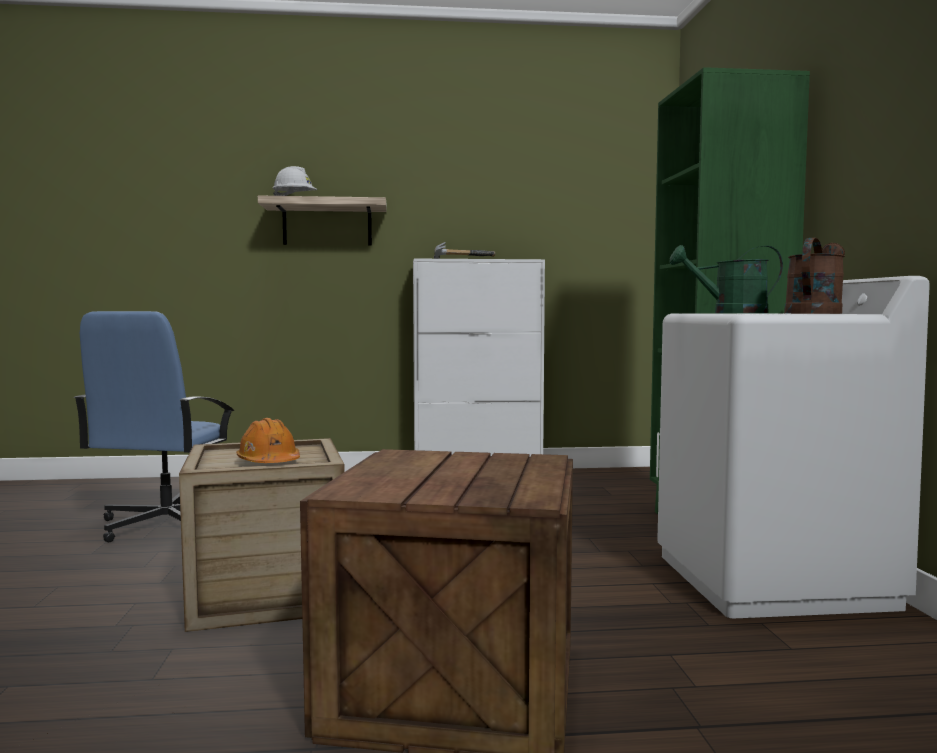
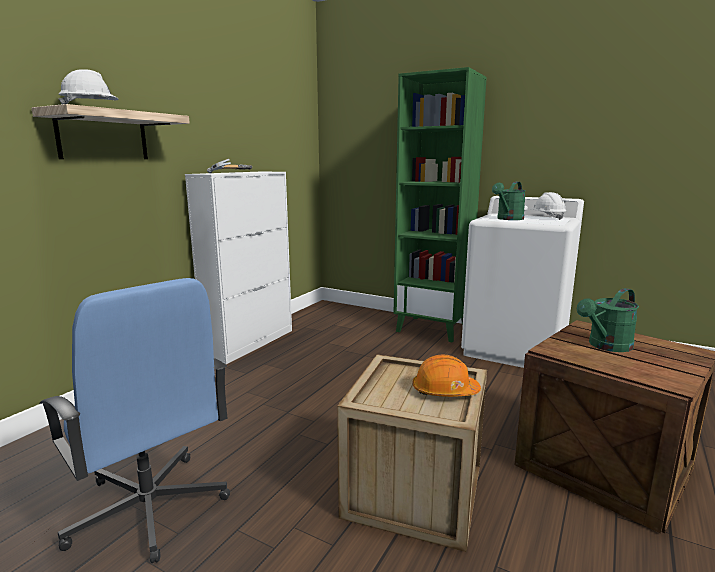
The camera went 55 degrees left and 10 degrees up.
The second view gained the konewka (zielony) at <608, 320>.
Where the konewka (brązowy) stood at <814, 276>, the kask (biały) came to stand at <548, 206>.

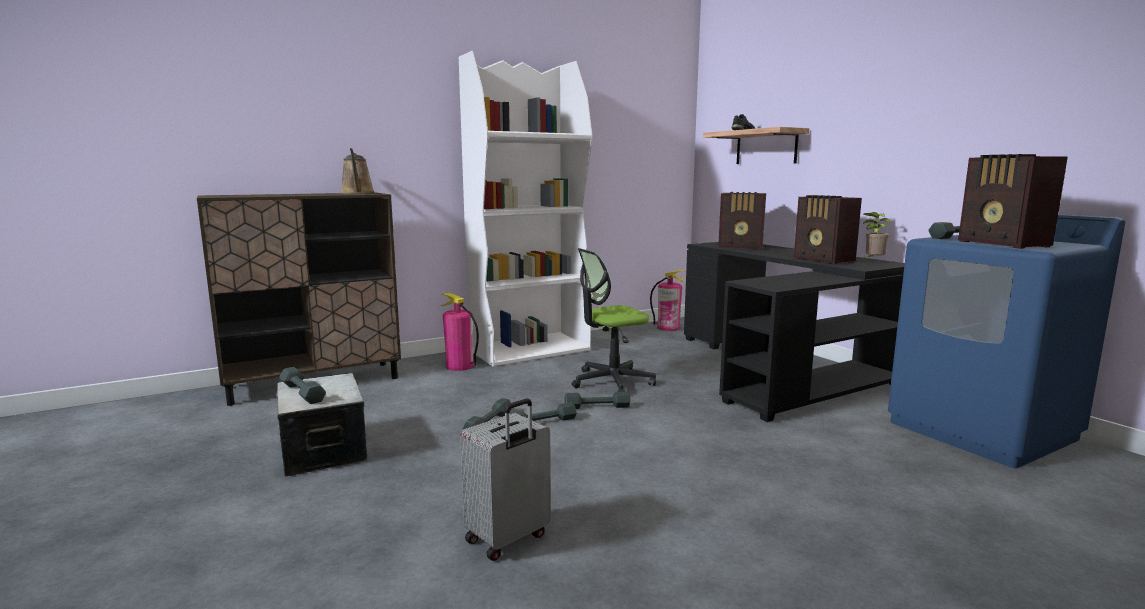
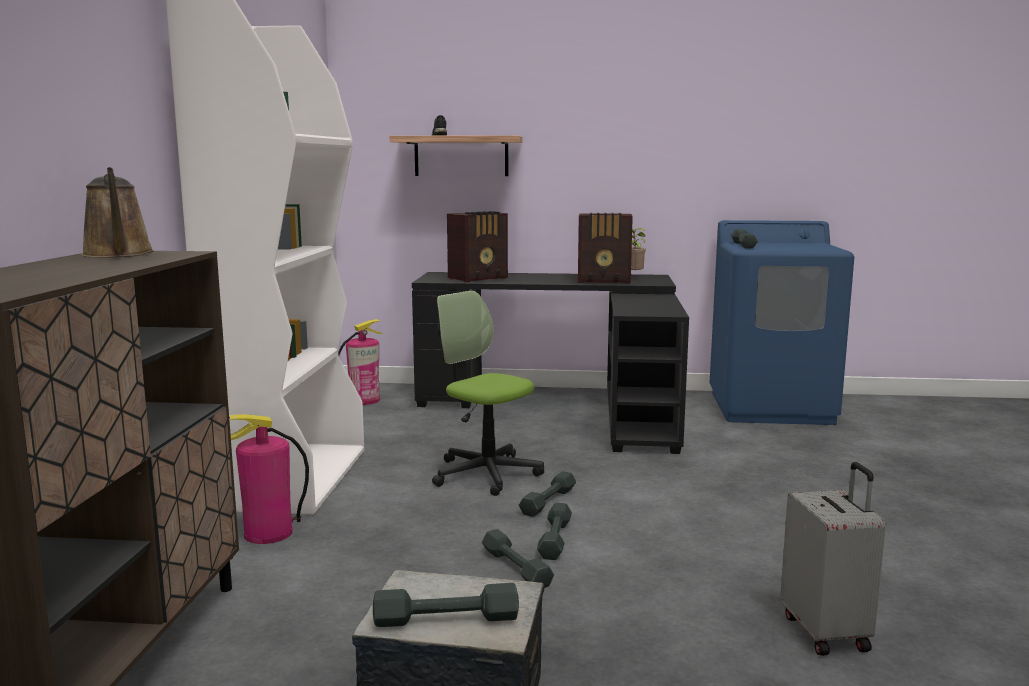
The camera went 55 degrees left and 0 degrees up.
The second view lost the radio at <1013, 201>.
The konewka (brązowy) at <357, 171> ended up facing another way, 45 degrees clockwise from before.
The krzesło biurowe at <614, 320> ended up facing another way, 120 degrees clockwise from before.

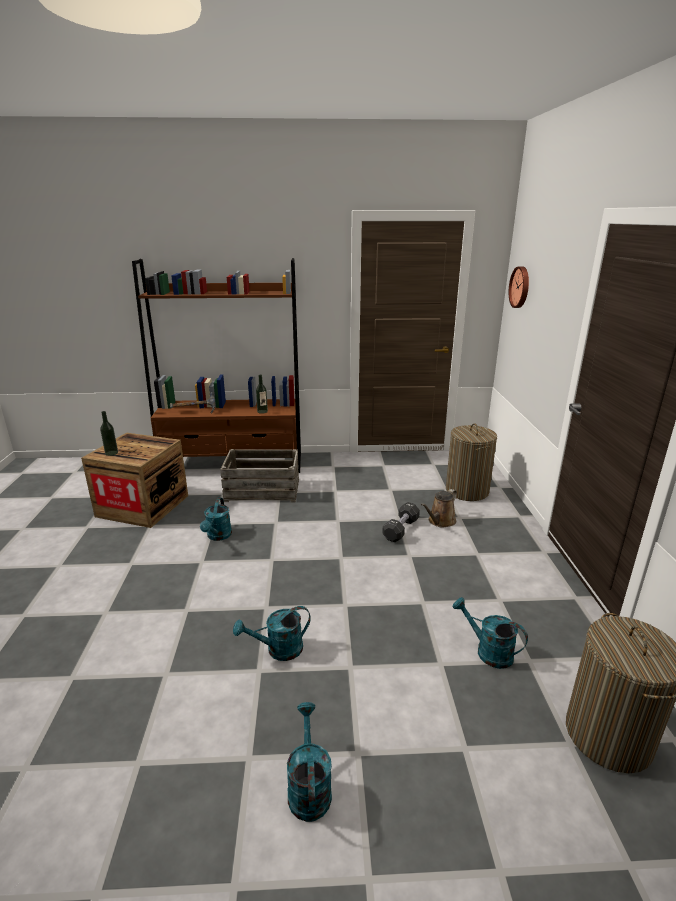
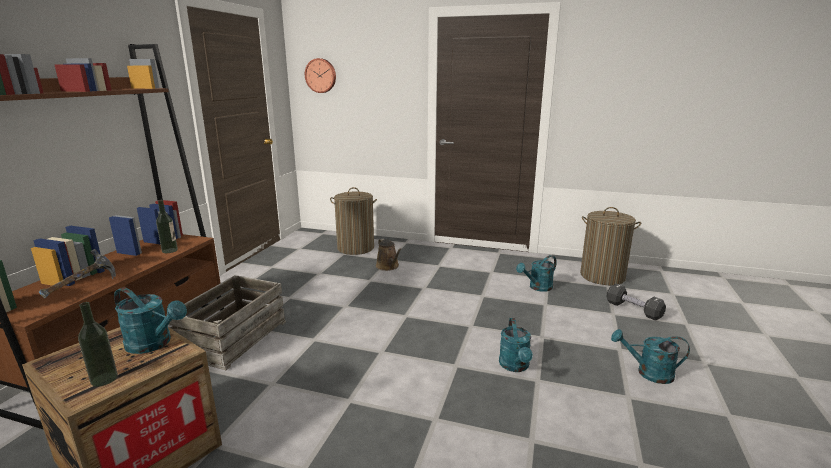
The camera went 70 degrees left and 5 degrees down.
The konewka (turkusowy) ended up elsewhere, having gone from <216, 519> to <150, 320>.
The hantel (czarny) ended up elsewhere, having gone from <401, 522> to <636, 302>.

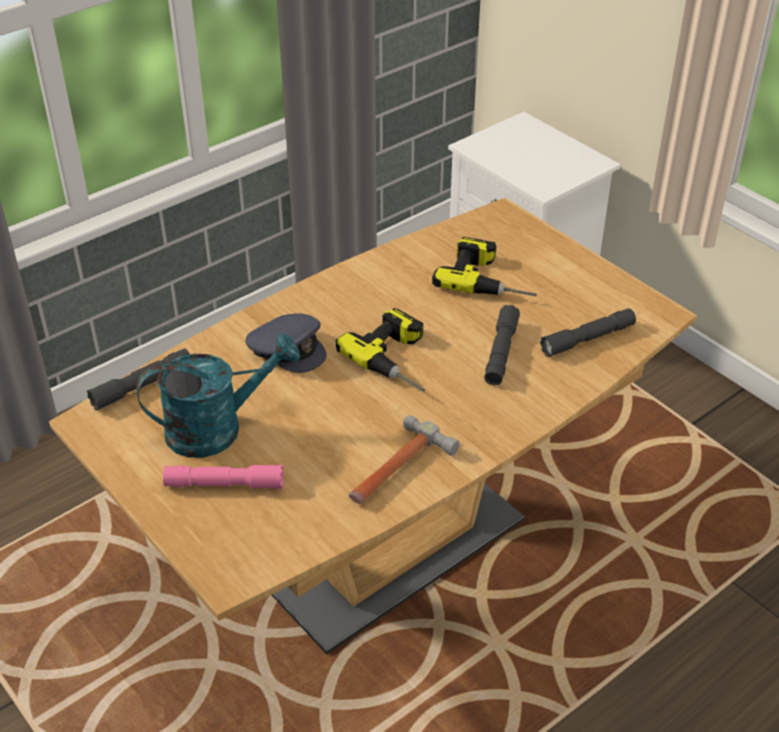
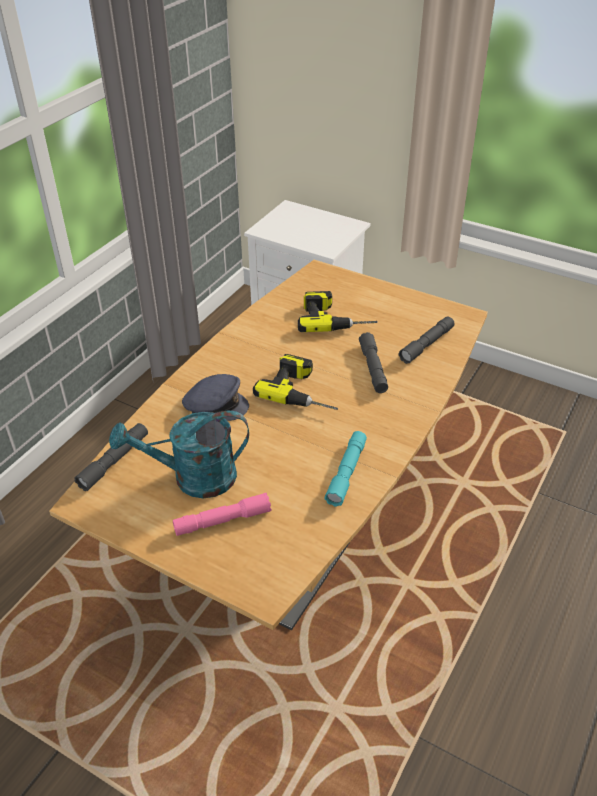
The camera went 20 degrees left and 0 degrees up.
Where the młotek stood at <404, 459>, the latarka (turkusowy) came to stand at <345, 469>.
The konewka (turkusowy) at <218, 396> ended up facing another way, 150 degrees counterclockwise from before.

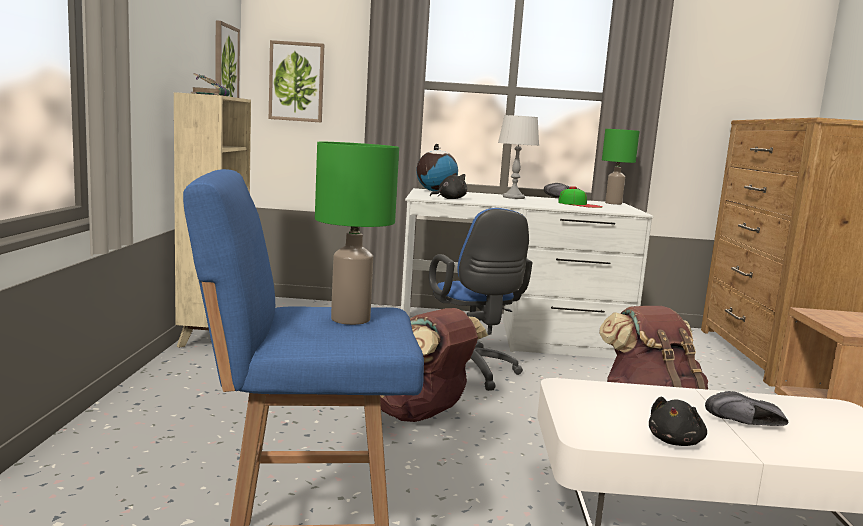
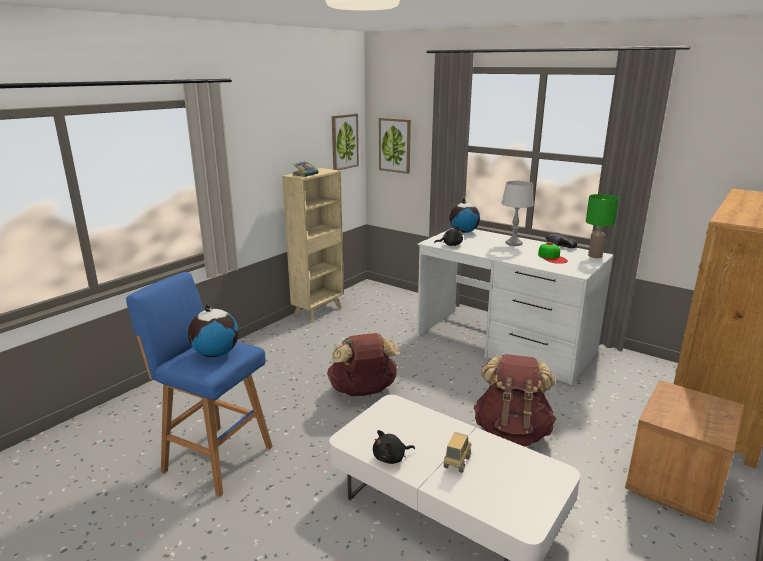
The camera went 35 degrees right and 10 degrees up.
The second view lost the krzesło biurowe (niebieski) at <480, 299>.
Where the lampa stołowa (zielony) stood at <357, 233>, the globus came to stand at <213, 330>.
Where the but (czarny) stood at <747, 408>, the ciężarówka zabawkowa came to stand at <457, 452>.

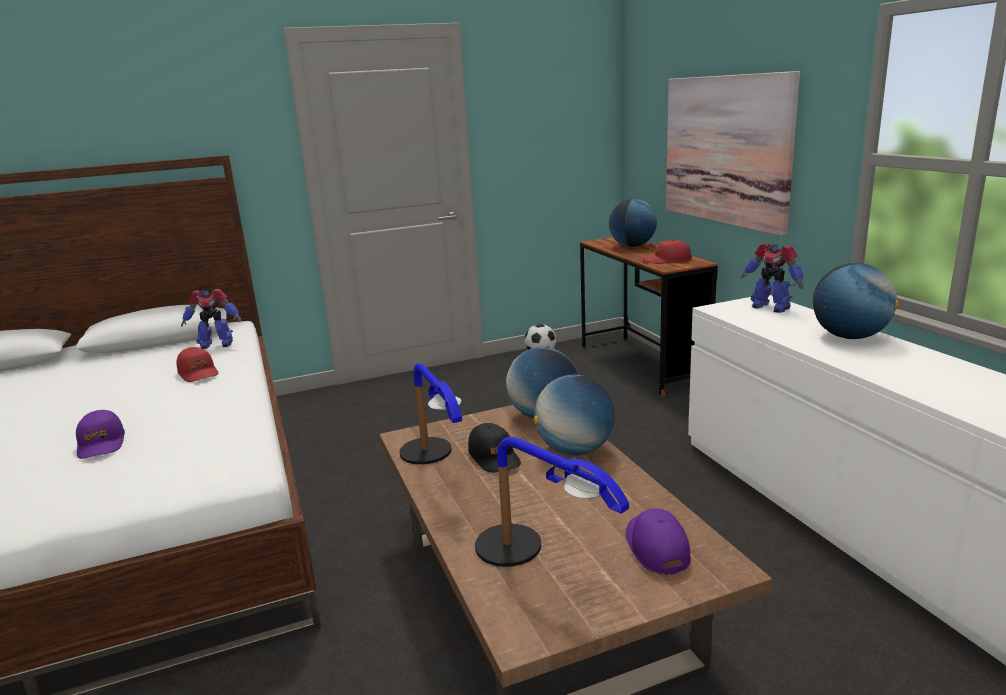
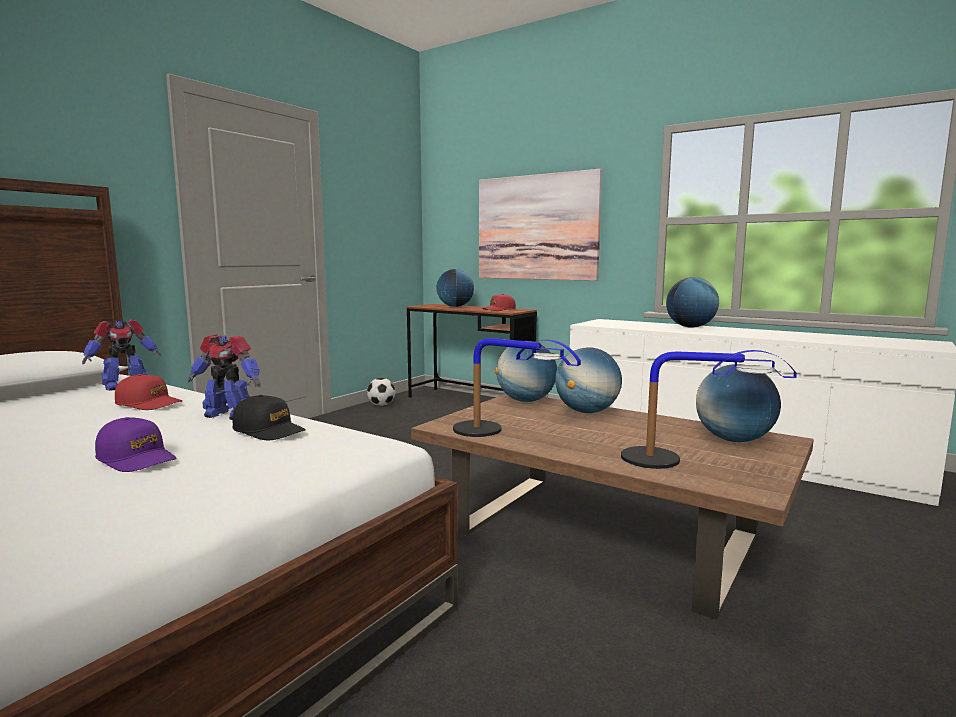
The camera went 35 degrees left and 10 degrees down.
The czapka z daszkiem (czarny) ended up elsewhere, having gone from <494, 448> to <269, 417>.
The robot zabawkowy ended up elsewhere, having gone from <772, 277> to <224, 377>.
Where the czapka z daszkiem (fioletowy) stood at <658, 542>, the globus came to stand at <738, 403>.

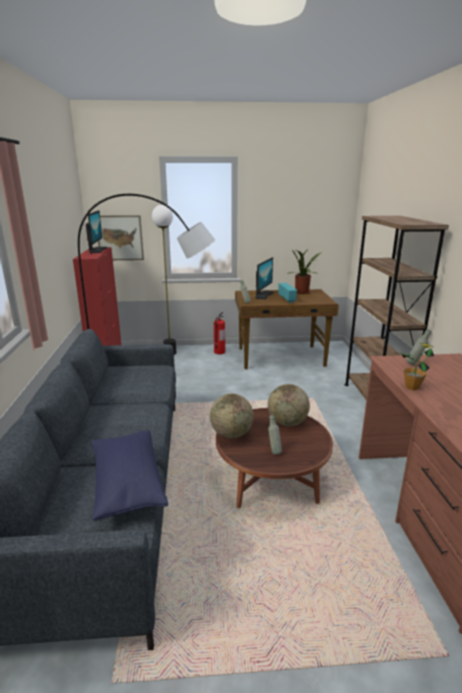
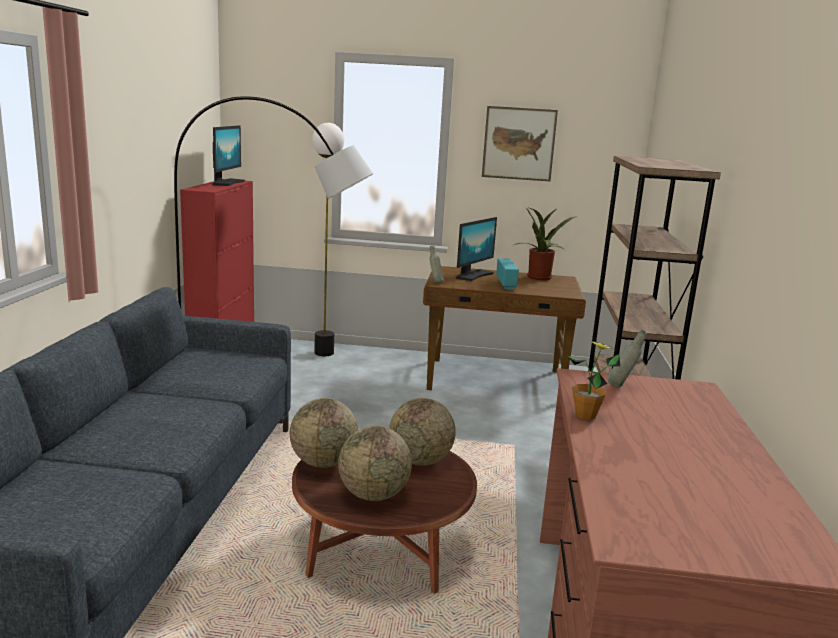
The camera went 10 degrees right and 5 degrees down.
The second view lost the poduszka (niebieski) at <129, 476>.
The second view lost the gaśnica at <219, 333>.
The obraz ended up elsewhere, having gone from <121, 237> to <520, 143>.
Where the butelka (szary) stood at <275, 434>, the globus came to stand at <375, 463>.

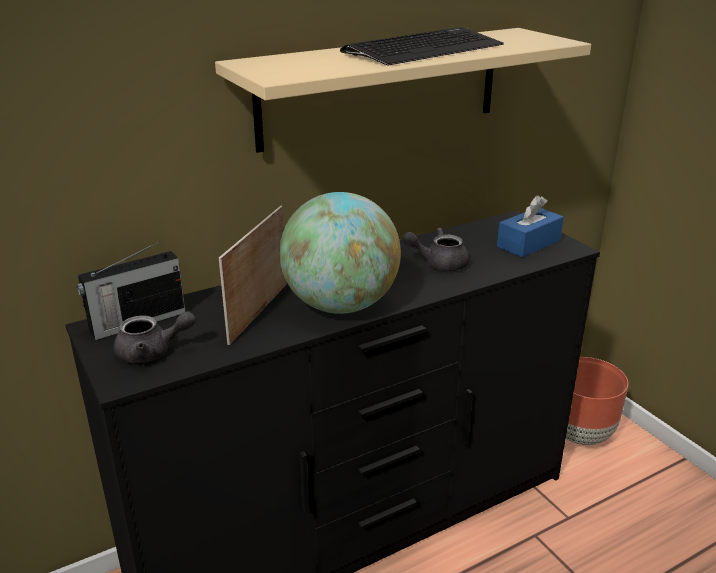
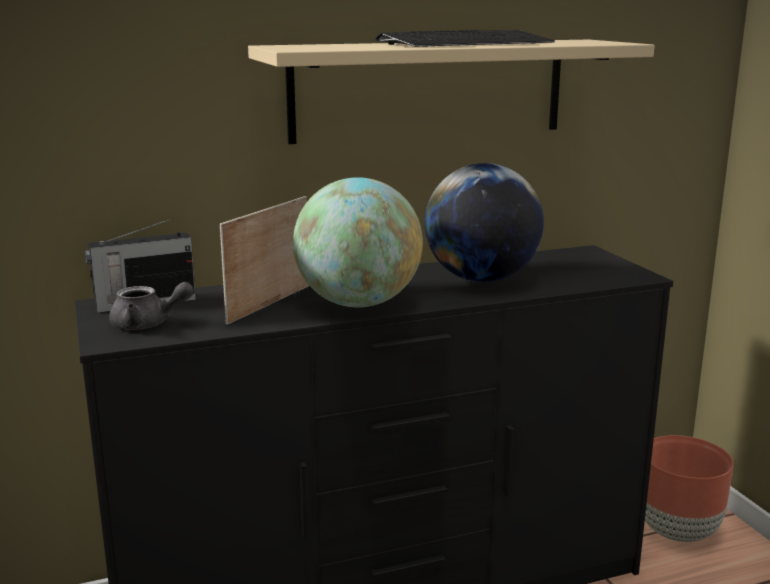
The camera went 10 degrees right and 10 degrees down.
The second view lost the pudełko chusteczek (niebieski) at <530, 226>.
Where the imbryk (szary) stood at <435, 249>, the globus came to stand at <484, 222>.

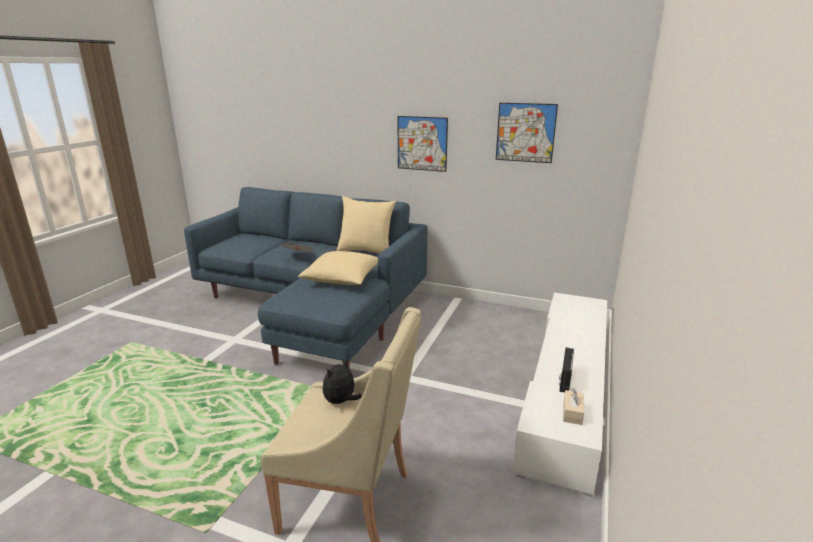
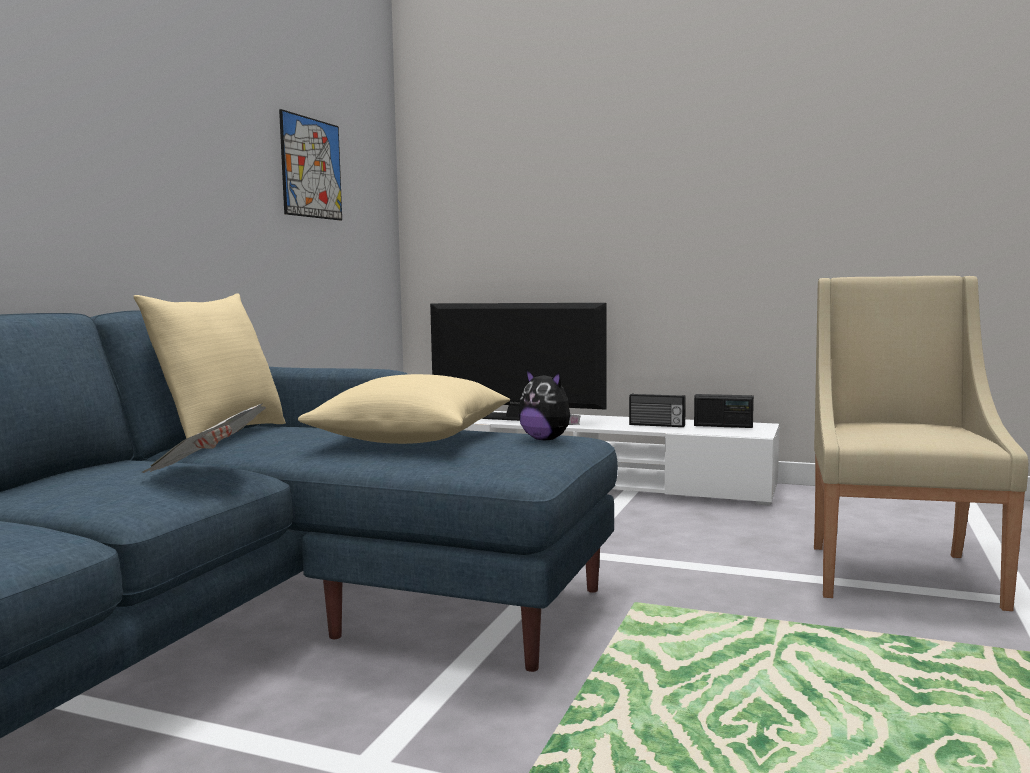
The camera went 90 degrees left and 15 degrees down.
The second view lost the obraz at <422, 144>.
The second view gained the telewizor at <518, 362>.
The pluszak ended up elsewhere, having gone from <342, 382> to <549, 405>.
Where the pudełko chusteczek (beżowy) stood at <573, 406>, the radio came to stand at <724, 411>.

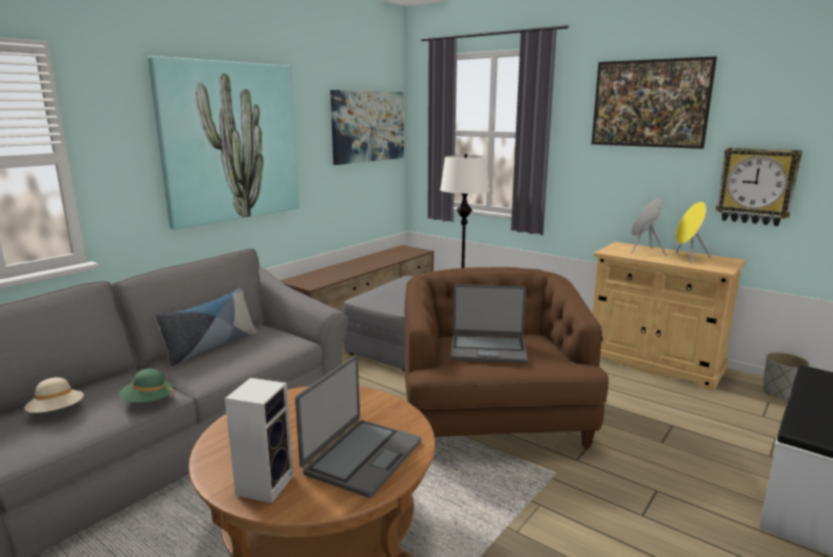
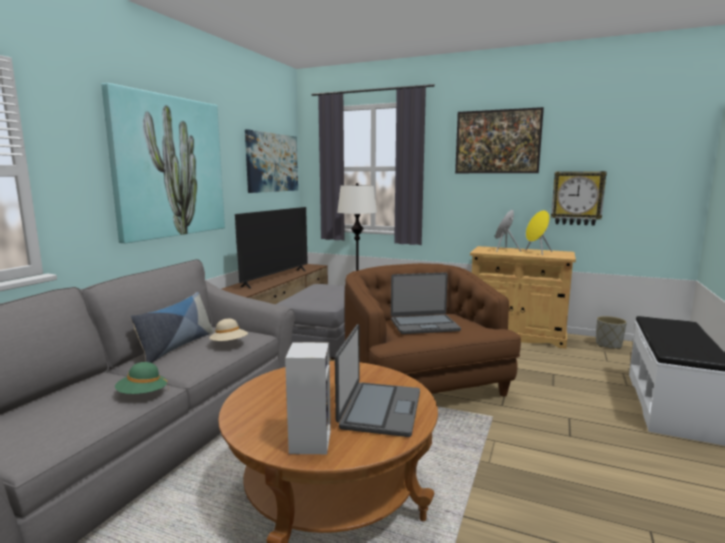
The camera went 15 degrees left and 5 degrees down.
The second view gained the telewizor at <271, 247>.
The kapelusz (beżowy) ended up elsewhere, having gone from <54, 395> to <228, 330>.

